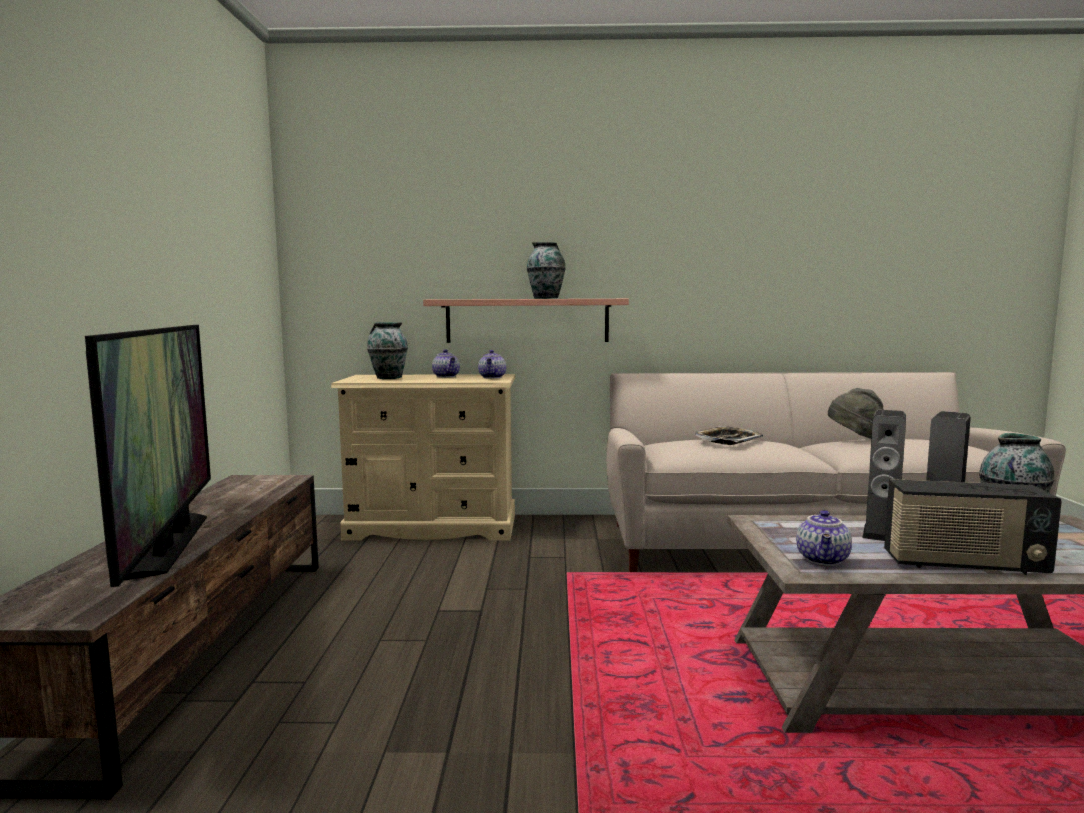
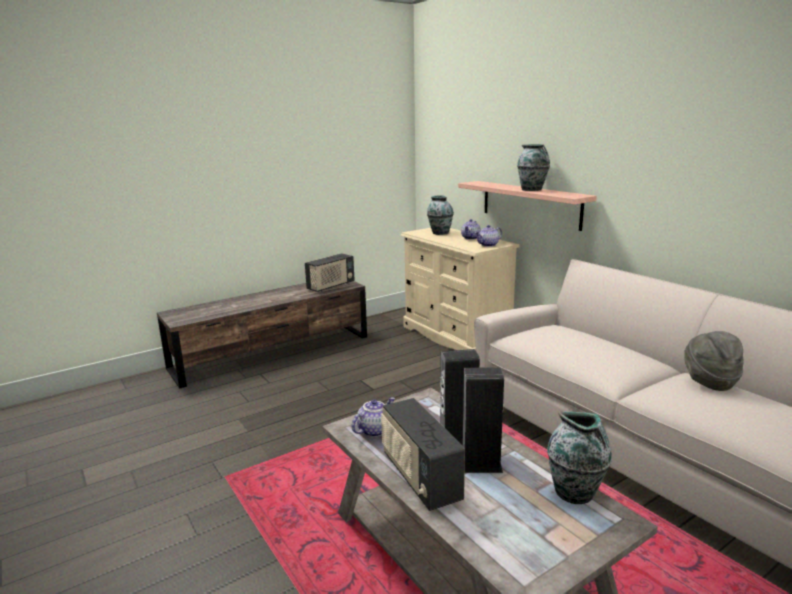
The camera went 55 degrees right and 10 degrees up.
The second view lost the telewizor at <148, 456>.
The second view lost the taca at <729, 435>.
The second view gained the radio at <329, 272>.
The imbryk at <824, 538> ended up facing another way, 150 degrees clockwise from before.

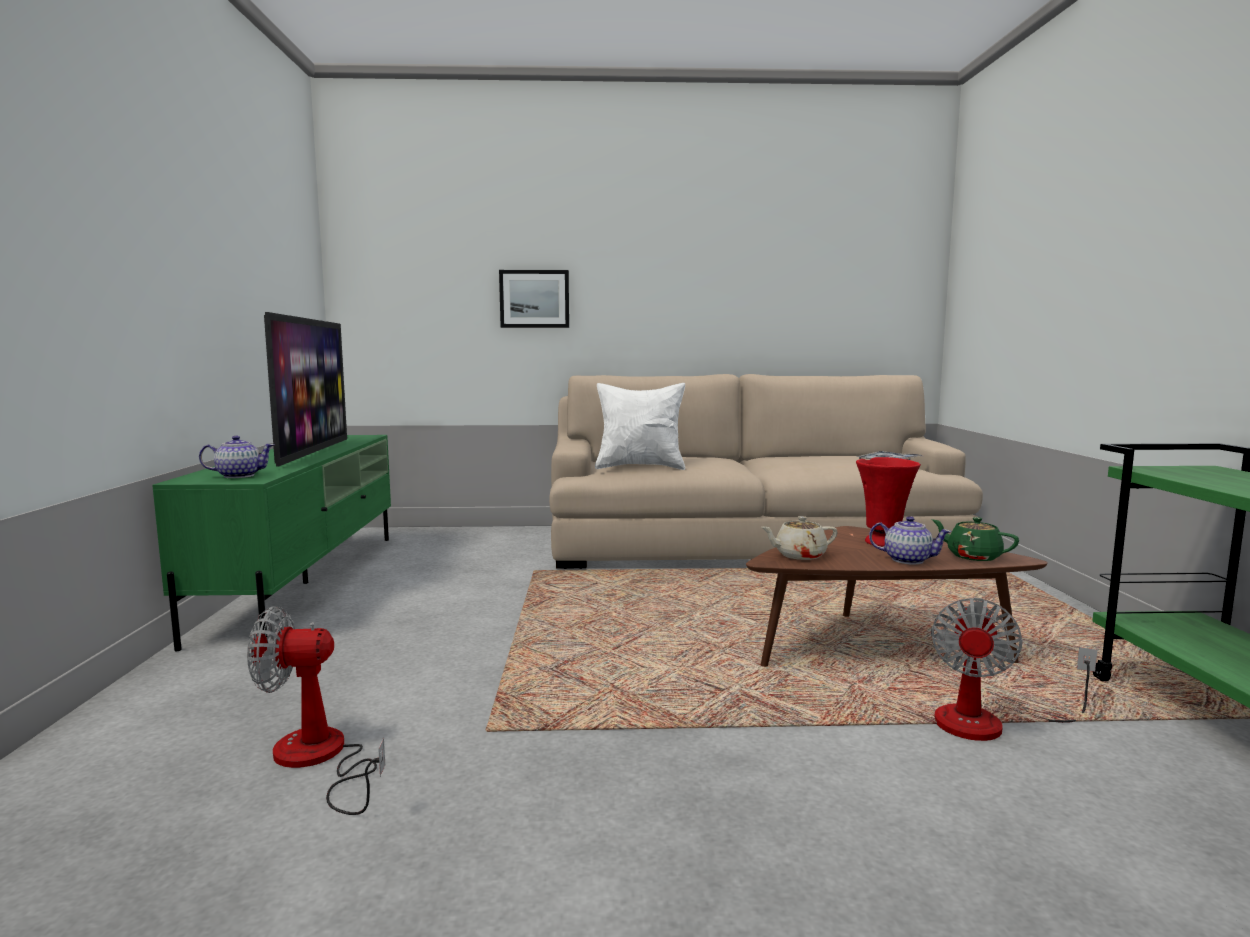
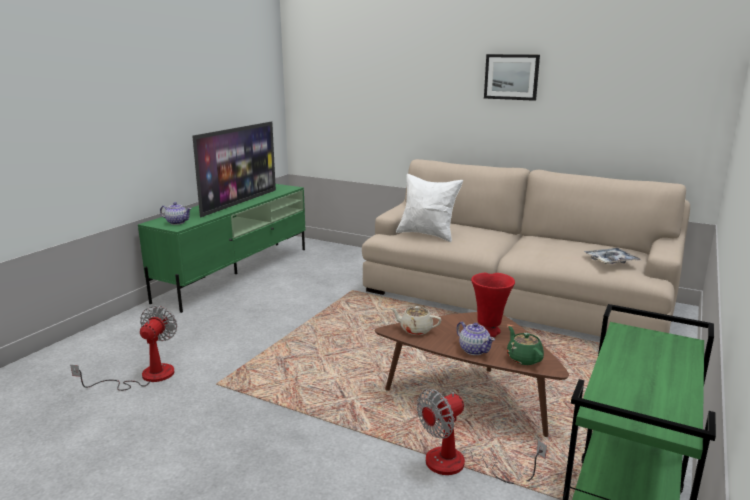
The camera went 30 degrees right and 10 degrees up.
The obraz ended up elsewhere, having gone from <534, 299> to <512, 77>.
The wentylator at <316, 710> ended up facing another way, 75 degrees clockwise from before.

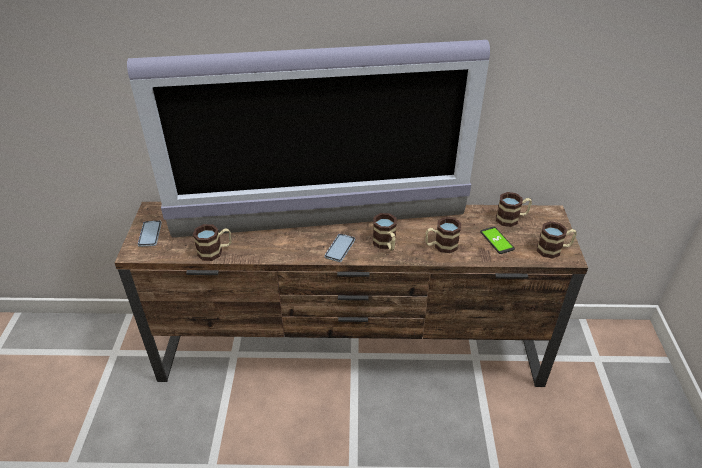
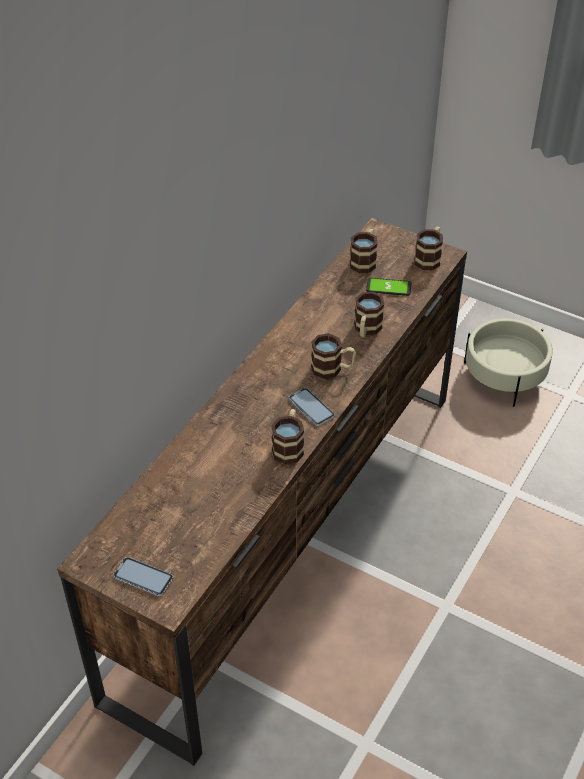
The camera went 60 degrees left and 5 degrees up.
The second view lost the telewizor at <308, 138>.
The second view gained the donica (beżowy) at <508, 362>.
The kubek ended up elsewhere, having gone from <212, 242> to <287, 436>.

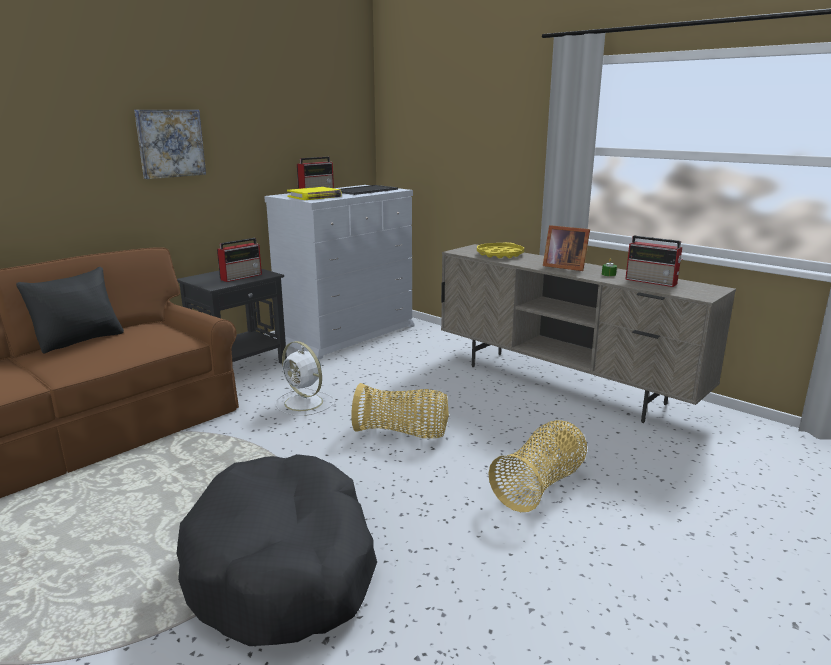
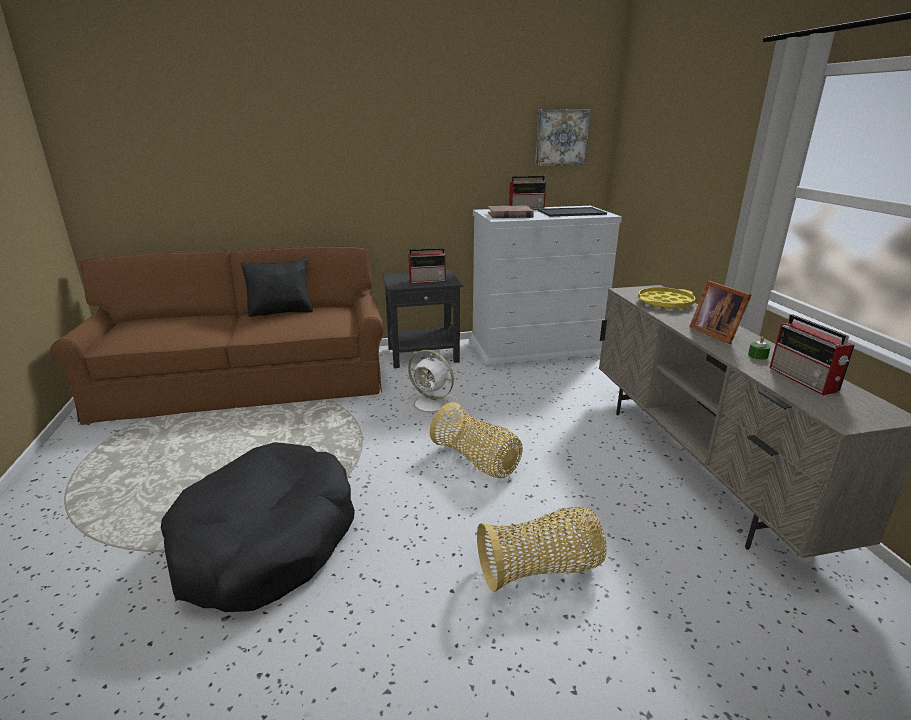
The camera went 35 degrees right and 5 degrees up.
The obraz ended up elsewhere, having gone from <170, 144> to <563, 137>.
What was the książka (żółty) at <314, 193> turned into the książka (brązowy) at <511, 211>.
The wentylator (biały) at <305, 378> ended up facing another way, 45 degrees counterclockwise from before.

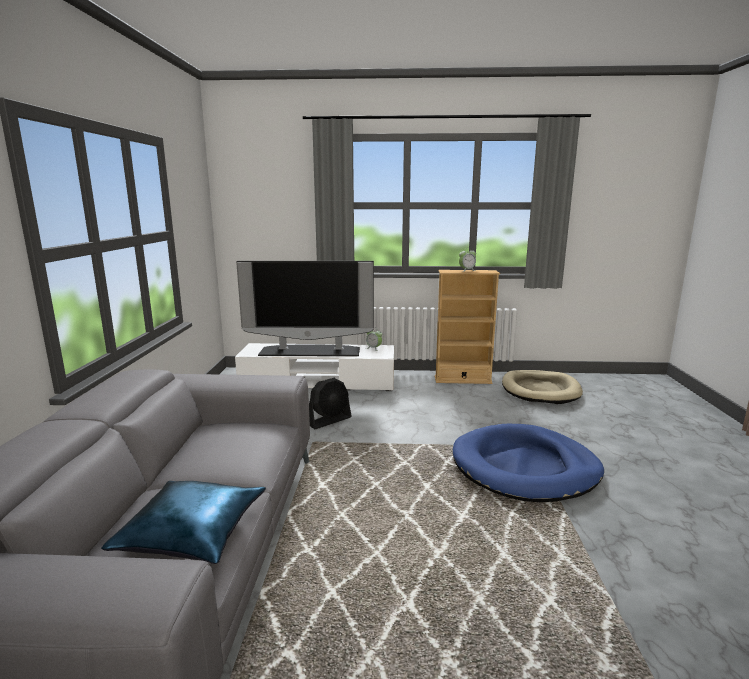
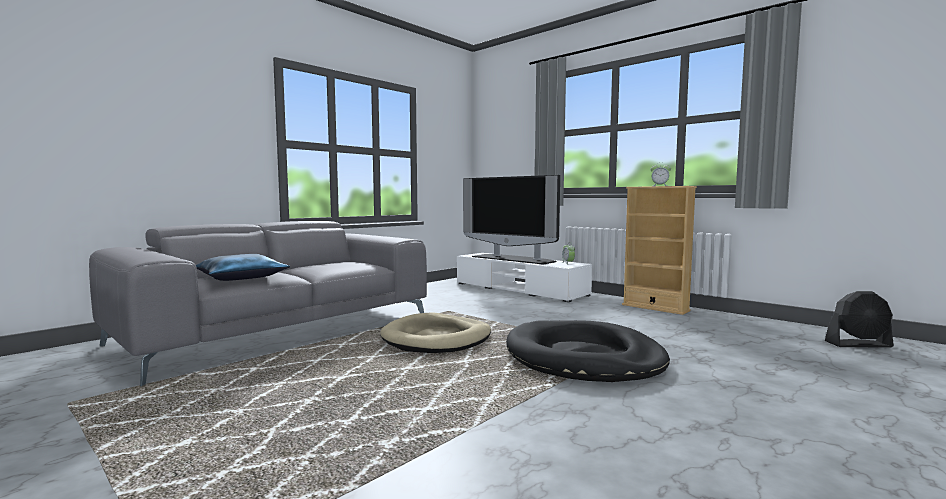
The camera went 40 degrees right and 10 degrees down.
The wentylator (czarny) ended up elsewhere, having gone from <330, 403> to <859, 319>.
The legowisko (beżowy) ended up elsewhere, having gone from <542, 387> to <435, 332>.
What was the legowisko (niebieski) at <528, 463> turned into the legowisko (czarny) at <588, 351>.

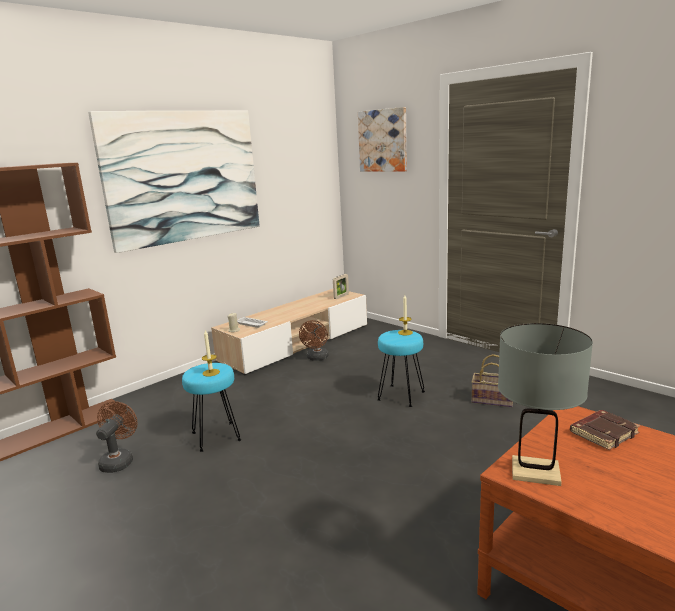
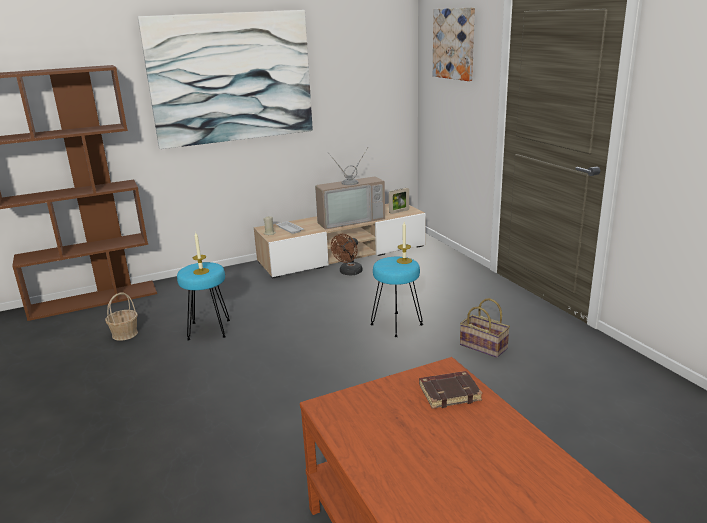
The camera went 20 degrees right and 5 degrees up.
The second view lost the lampa stołowa (szary) at <545, 404>.
The second view gained the telewizor at <350, 188>.
Where the wentylator (brązowy) stood at <117, 437>, the koszyk came to stand at <121, 316>.

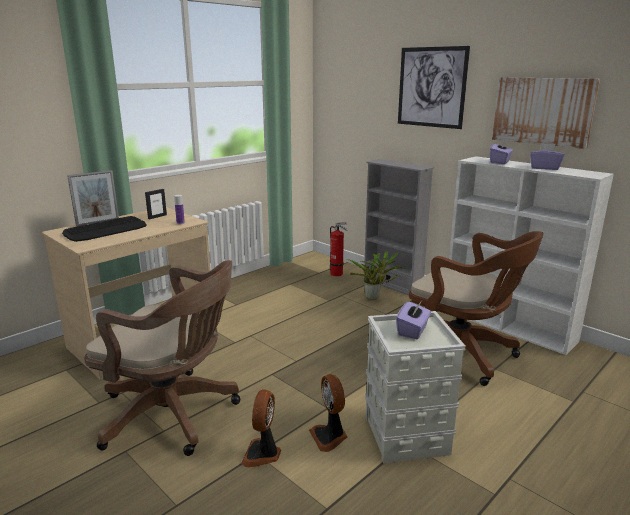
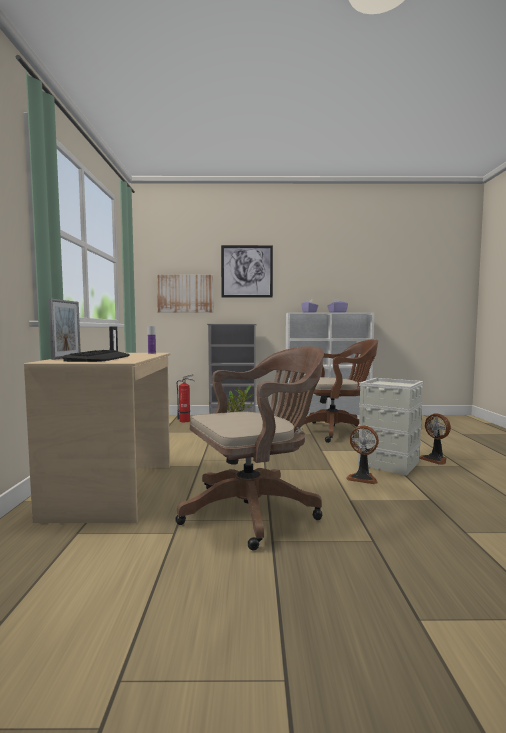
The camera went 45 degrees left and 15 degrees down.
The second view lost the pudełko chusteczek (fioletowy) at <413, 320>.
The wentylator ended up elsewhere, having gone from <261, 428> to <435, 439>.
The obraz ended up elsewhere, having gone from <546, 113> to <185, 294>.

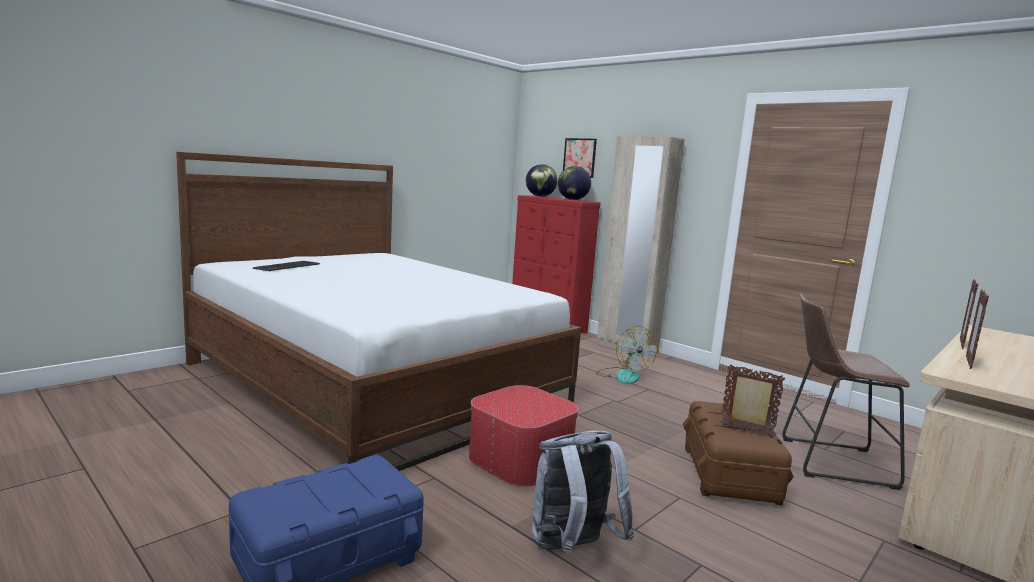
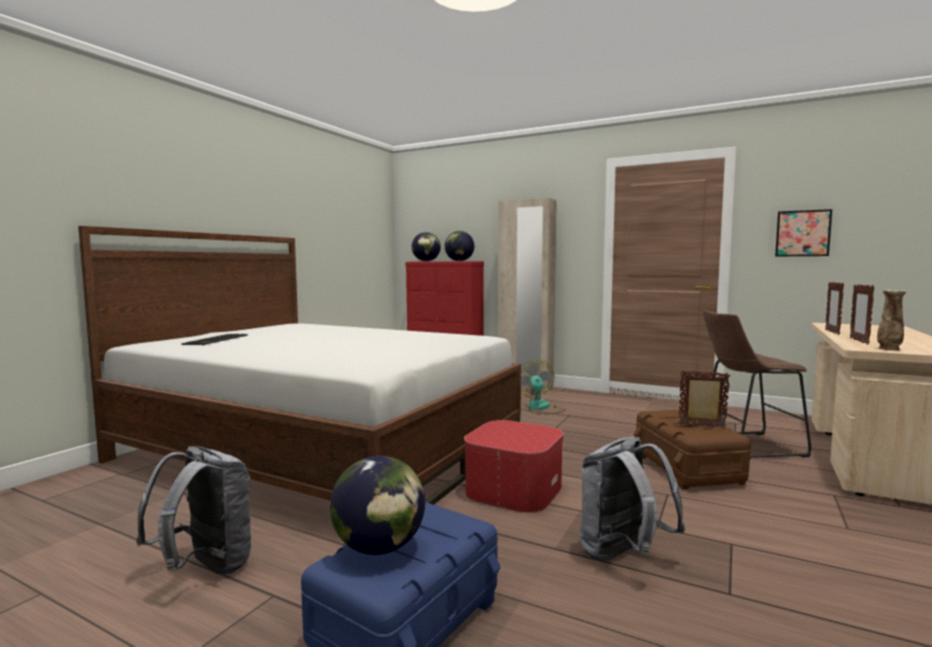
The camera went 15 degrees left and 5 degrees down.
The second view gained the plecak (szary) at <194, 510>.
The second view gained the globus at <377, 505>.
The second view gained the wazon at <892, 320>.
The obraz ended up elsewhere, having gone from <580, 158> to <803, 233>.
The wentylator at <626, 355> ended up facing another way, 150 degrees counterclockwise from before.

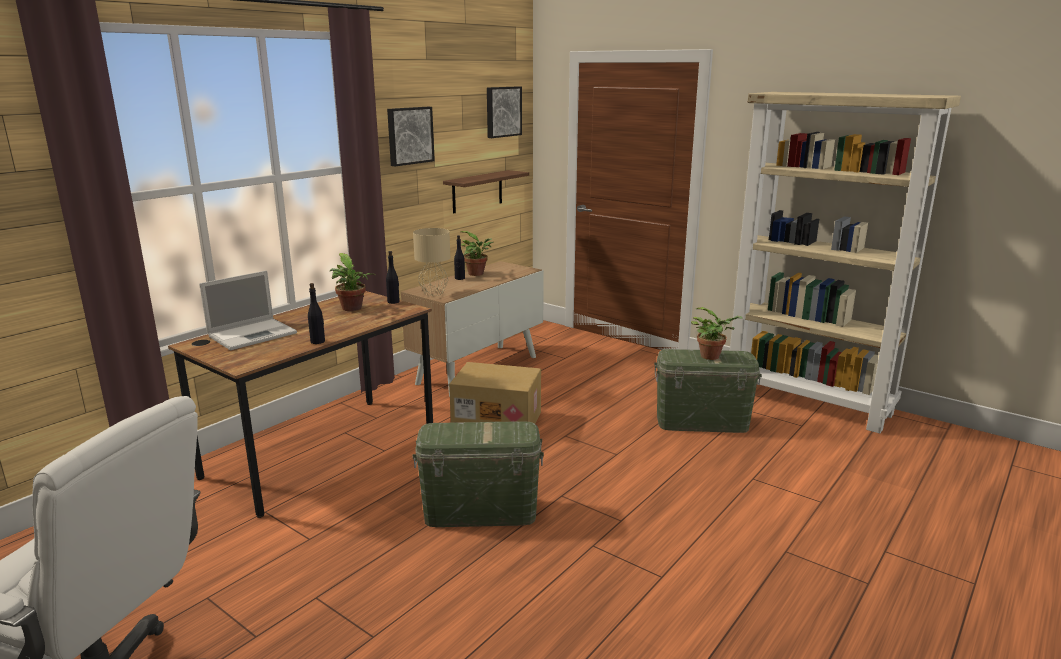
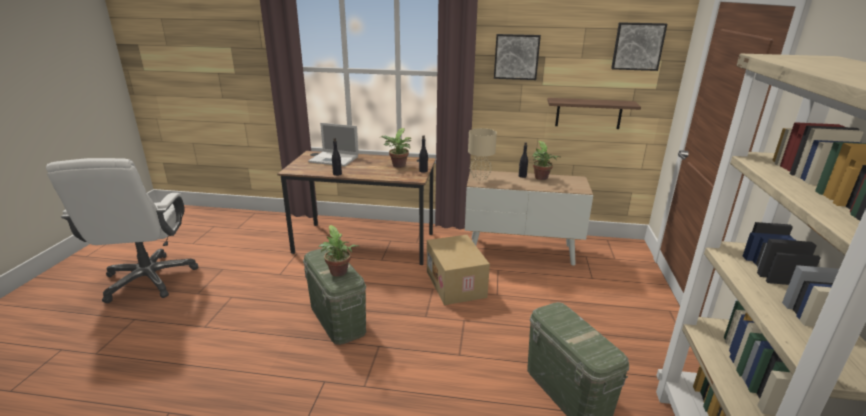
The camera went 60 degrees right and 5 degrees up.
The roślina doniczkowa ended up elsewhere, having gone from <717, 333> to <339, 251>.

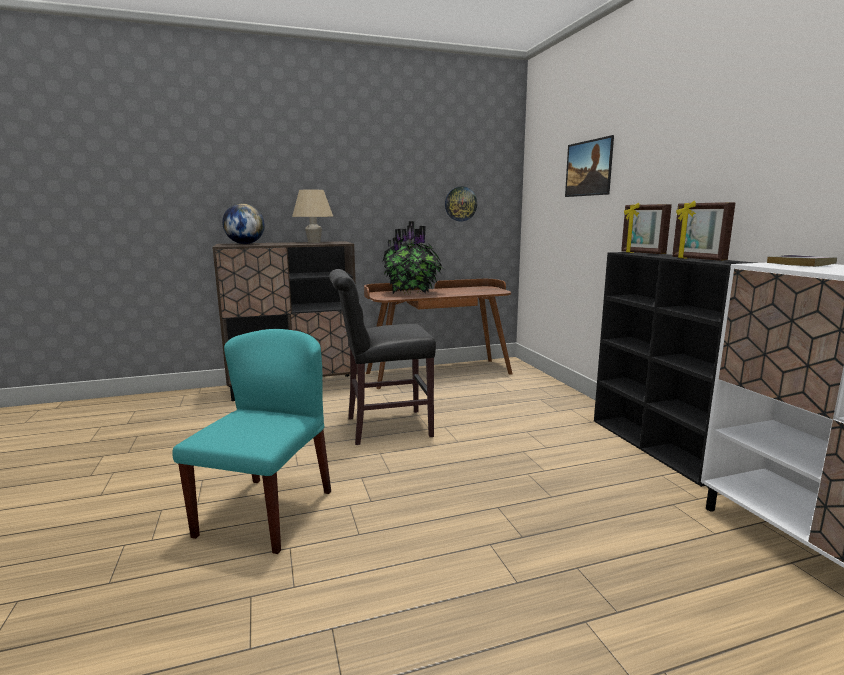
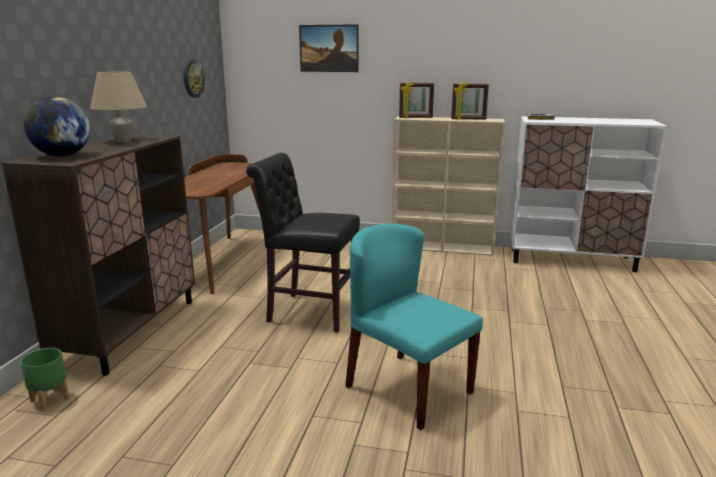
The camera went 60 degrees left and 5 degrees up.
The second view lost the roślina doniczkowa at <413, 257>.
The second view gained the donica (zielony) at <44, 379>.
What was the regał (czarny) at <674, 369> turned into the regał (beżowy) at <448, 186>.
The krzesło (czarny) at <382, 357> ended up facing another way, 90 degrees clockwise from before.

